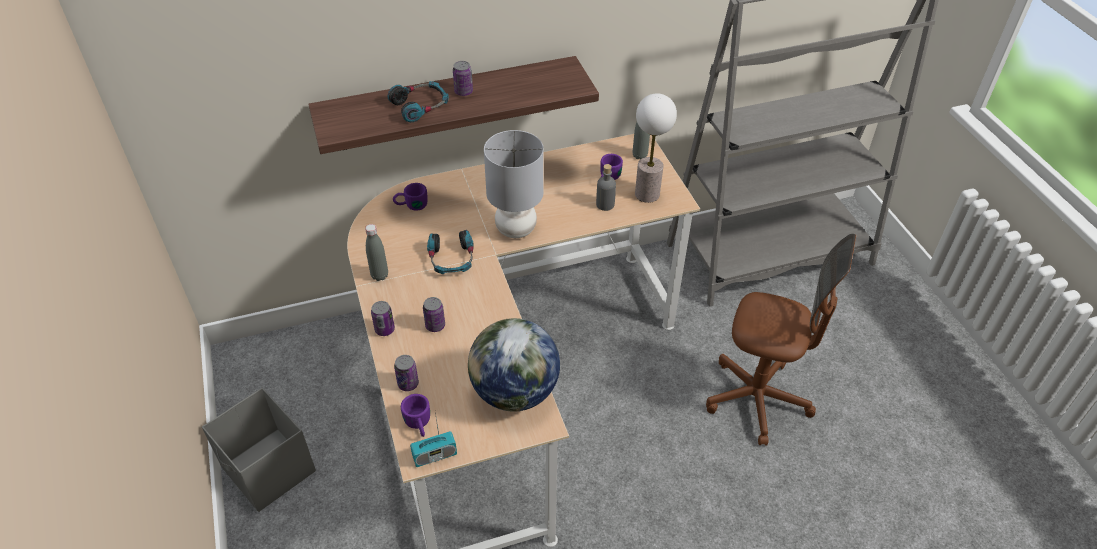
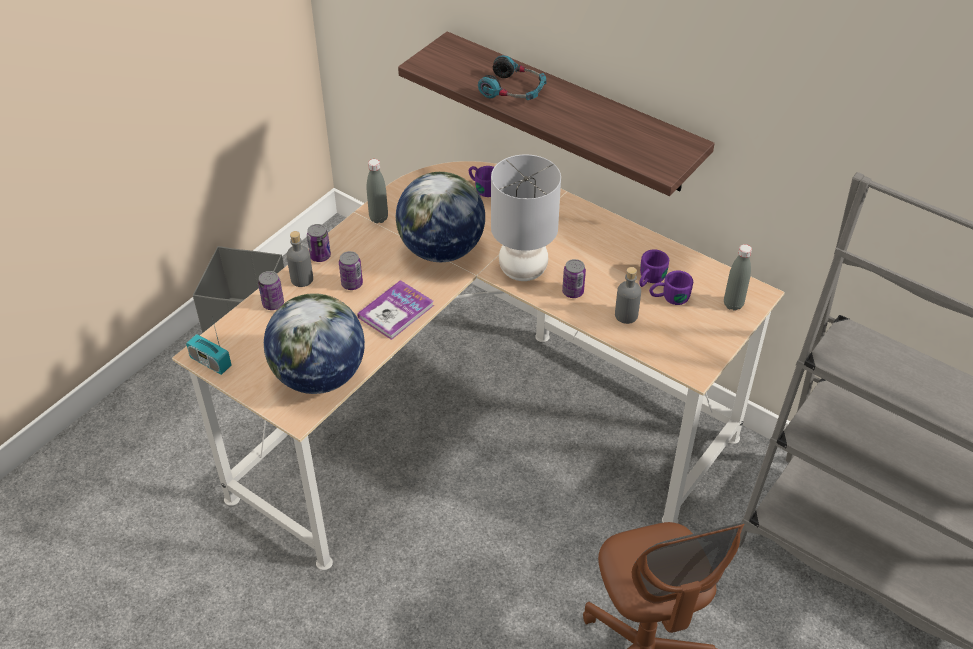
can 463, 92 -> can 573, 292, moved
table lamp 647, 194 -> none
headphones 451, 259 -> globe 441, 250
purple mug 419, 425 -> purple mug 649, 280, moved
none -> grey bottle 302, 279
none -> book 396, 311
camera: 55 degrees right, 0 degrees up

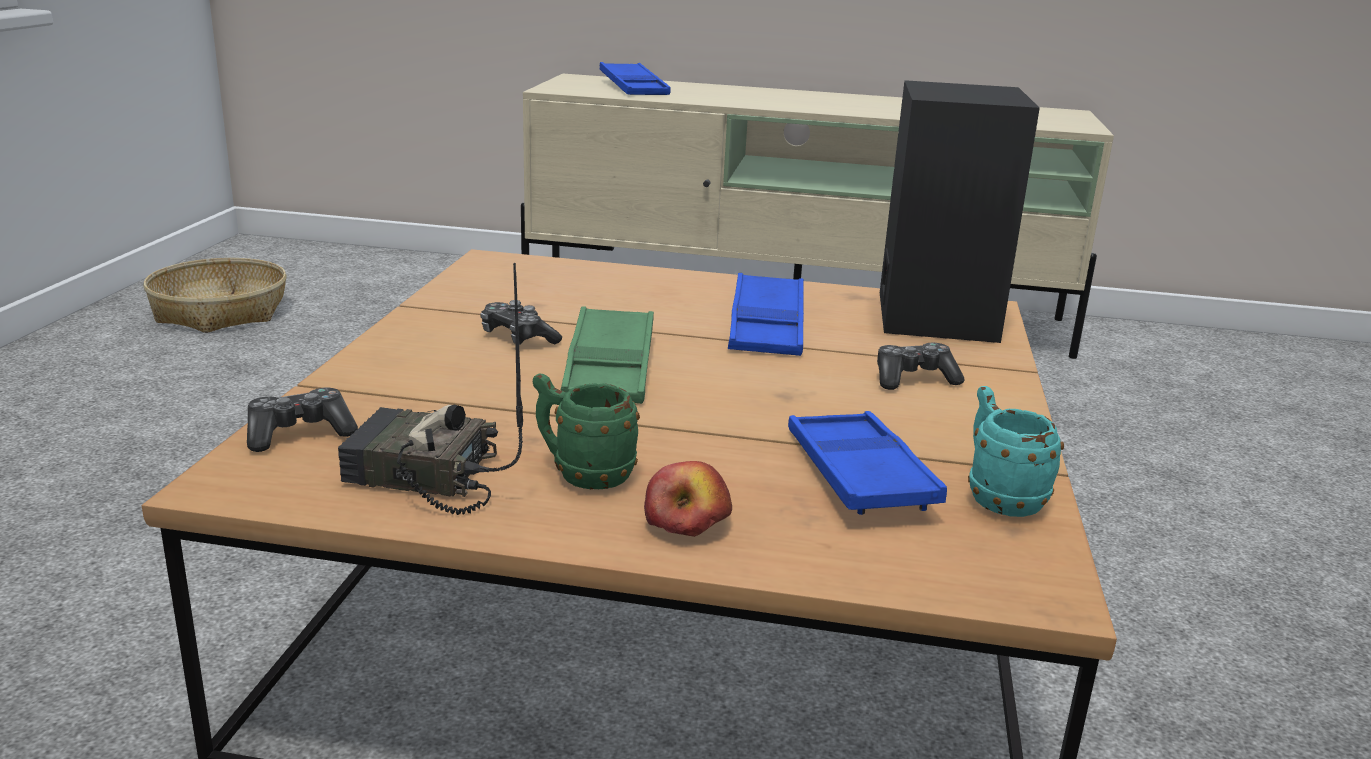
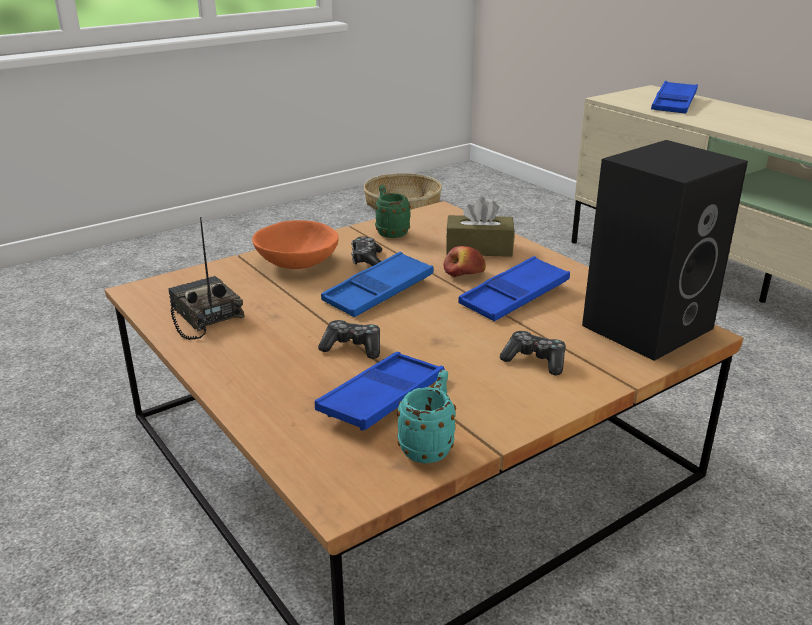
green tray 609, 368 -> blue tray 378, 292
green mug 583, 474 -> green mug 390, 232, moved
game controller 299, 433 -> game controller 353, 347, moved
apple 688, 522 -> apple 464, 274, moved
none -> brown tissue box 479, 248
none -> orange bowl 296, 261
camera: 45 degrees right, 5 degrees up

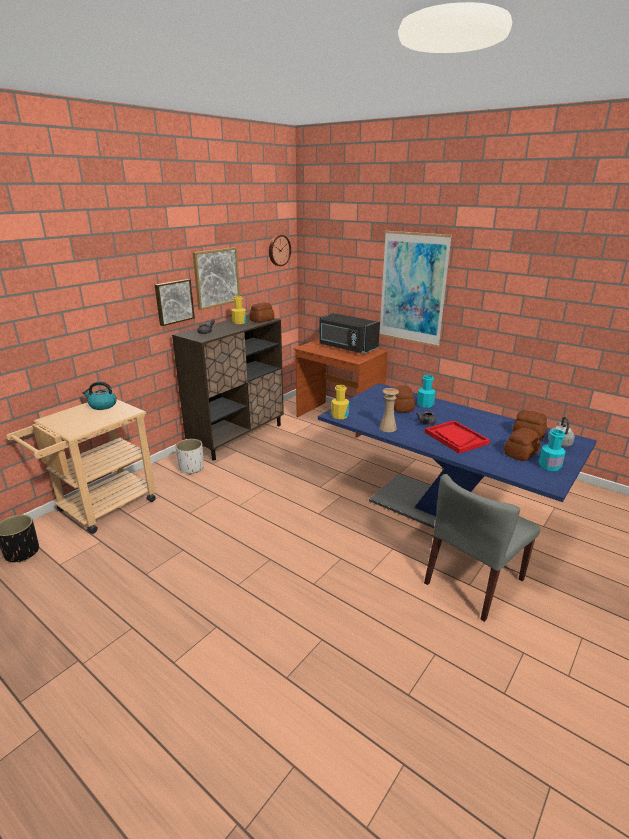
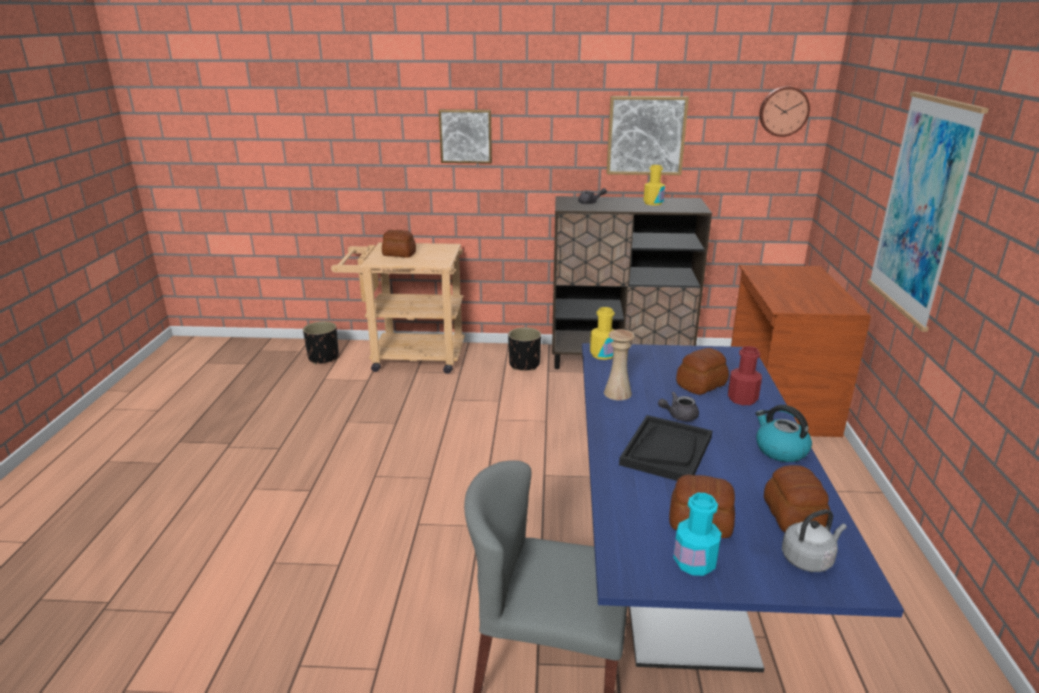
picture 173, 301 -> picture 466, 136, moved
bread 262, 320 -> bread 399, 254, moved
black microwave 346, 347 -> none
turquoise bottle 425, 404 -> red bottle 742, 399
kettle 102, 405 -> kettle 780, 450, moved
red tray 455, 438 -> black tray 666, 450
white planter 191, 468 -> black planter 524, 365
camera: 55 degrees right, 0 degrees up

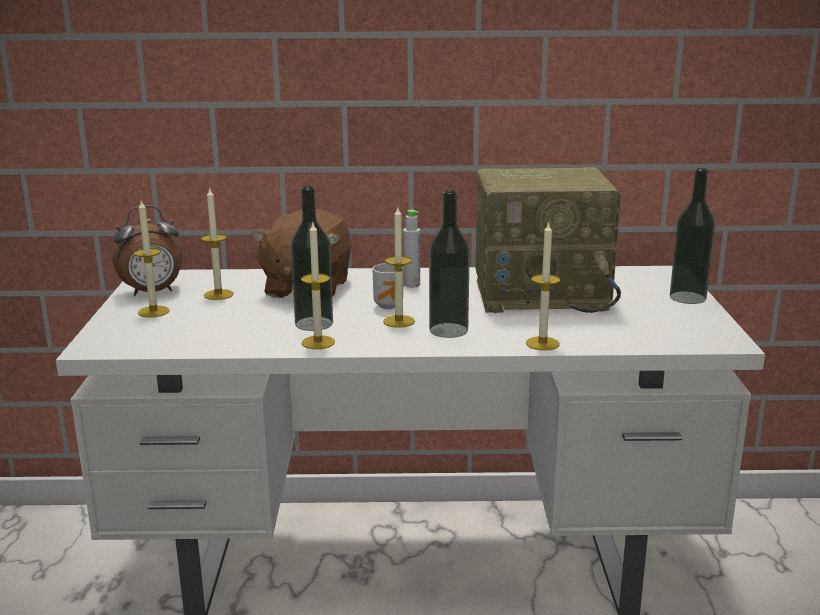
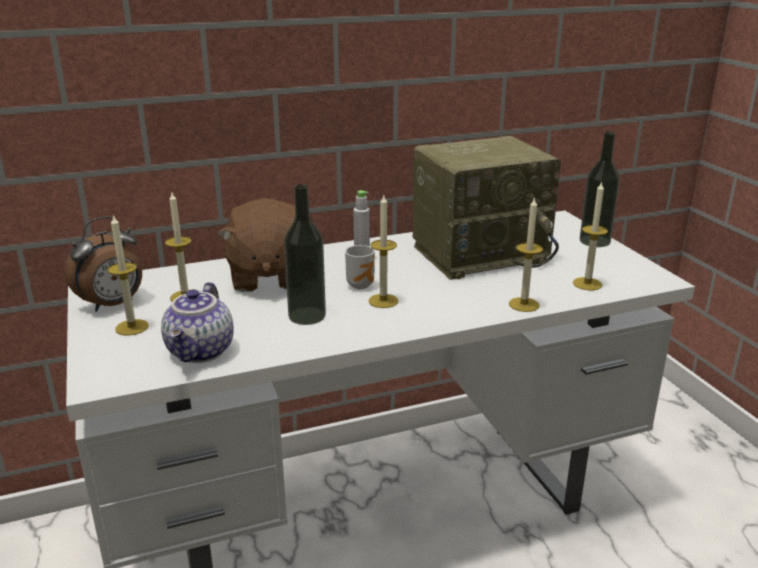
bottle 448, 330 -> none
candle 318, 342 -> candle 587, 284, moved
none -> teapot 202, 352
camera: 20 degrees left, 5 degrees up

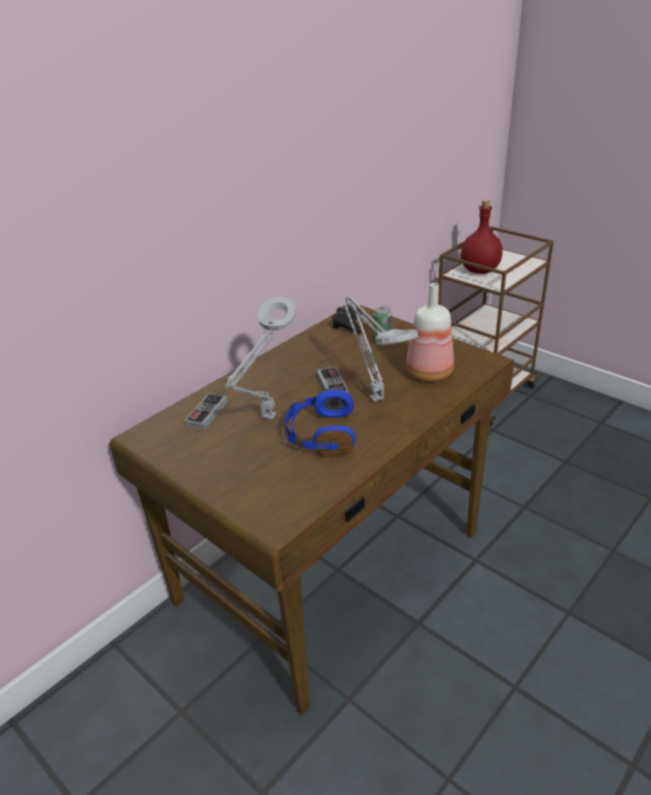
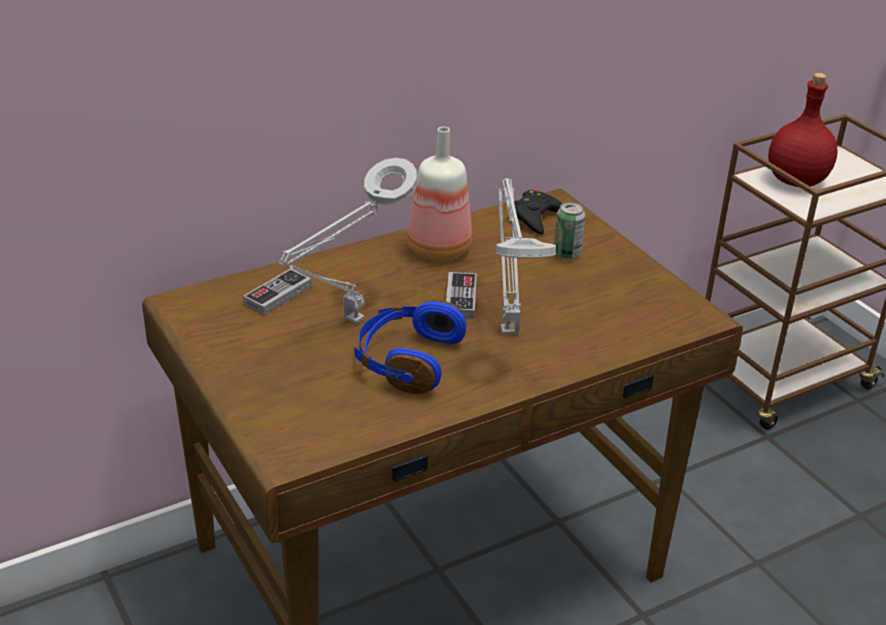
bottle 428, 374 -> bottle 437, 250, moved
camera: 15 degrees right, 0 degrees up

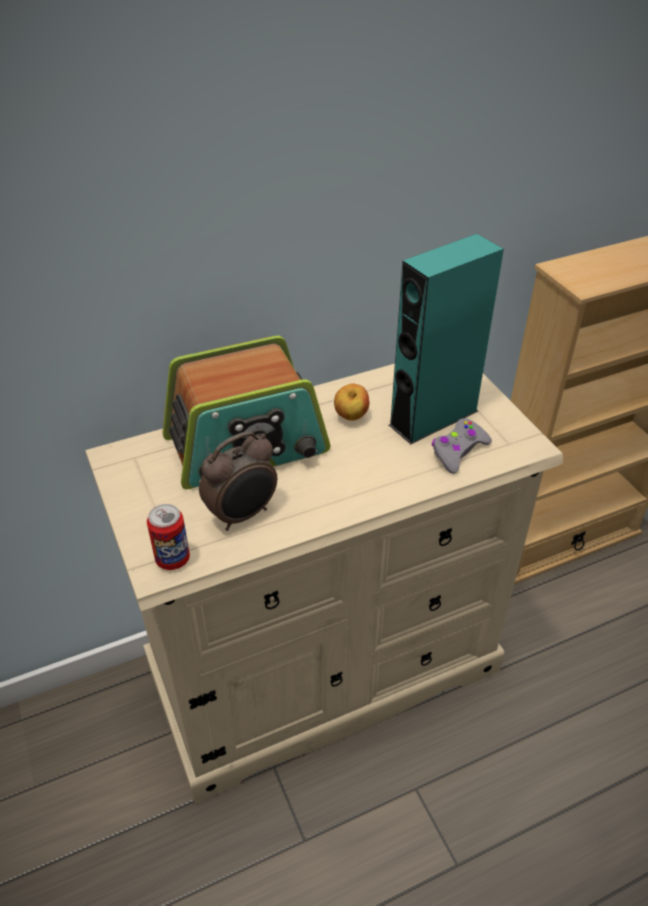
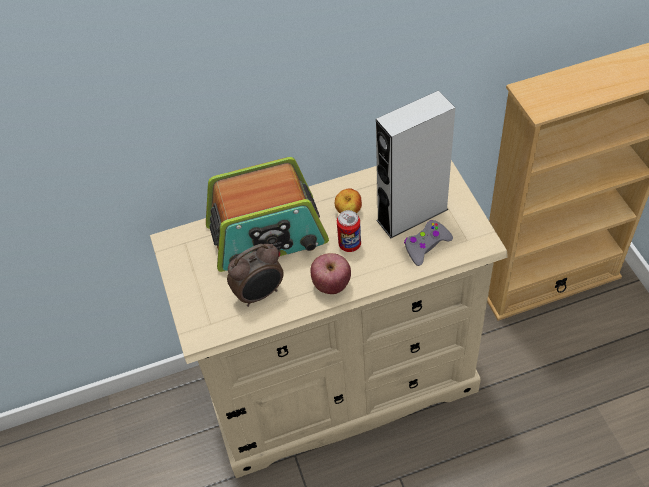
turquoise speaker 433, 418 -> grey speaker 412, 215
can 172, 559 -> can 349, 244, moved
none -> apple 331, 284
camera: 10 degrees right, 10 degrees up

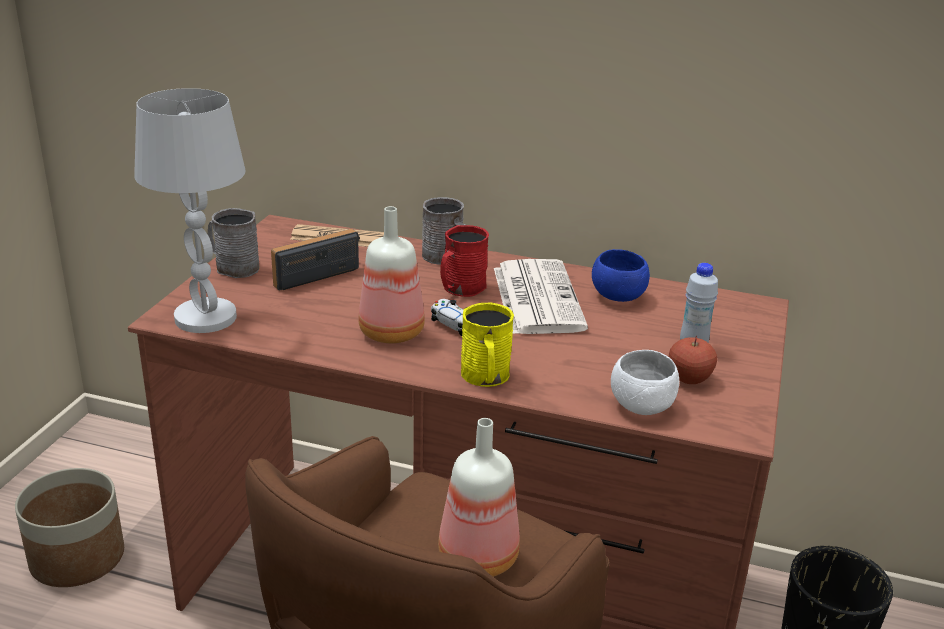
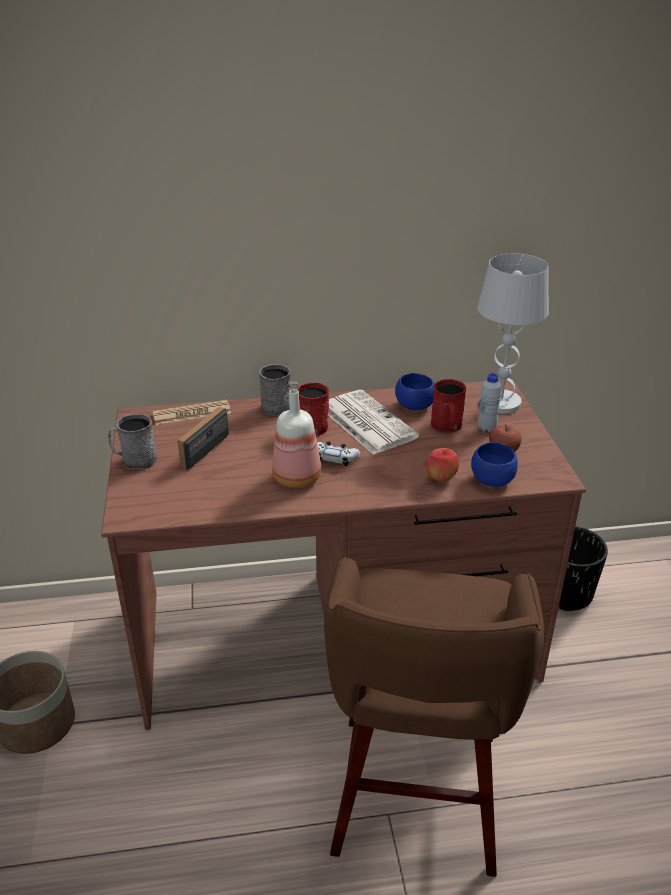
white table lamp 206, 318 -> white table lamp 501, 403, moved
yellow mug 486, 377 -> none
white bowl 641, 406 -> blue bowl 492, 480
bottle 475, 557 -> none
none -> red mug 447, 426
none -> apple 441, 479
camera: 25 degrees left, 5 degrees up

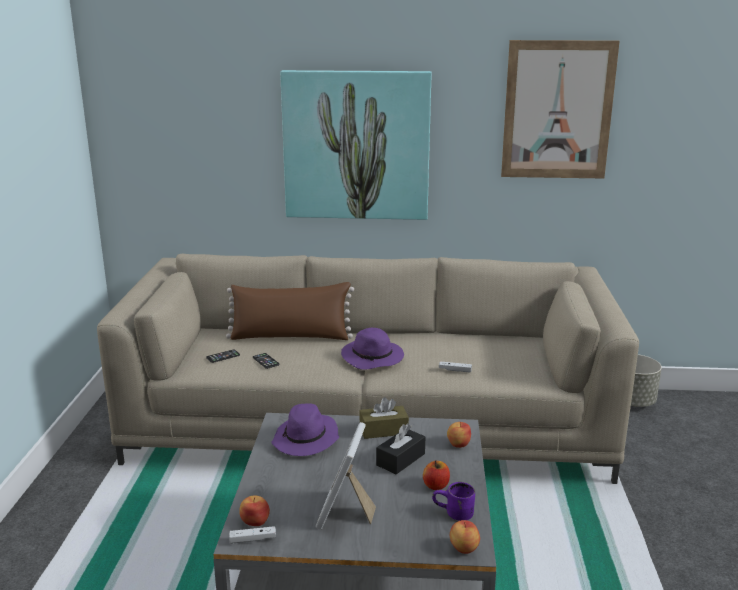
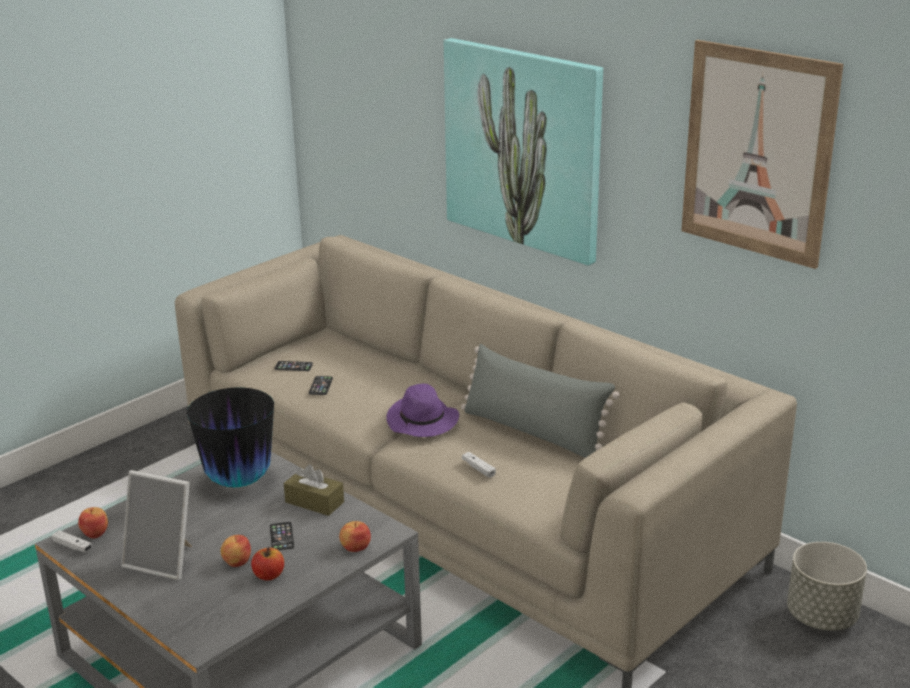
brown pillow 290, 337 -> none
purple hat 306, 440 -> vase 238, 481
picture frame 345, 513 -> picture frame 164, 561, 120 degrees counterclockwise
black tissue box 400, 459 -> phone 281, 537
purple mug 453, 514 -> none
apple 463, 548 -> apple 237, 562, moved
none -> grey pillow 533, 432
camera: 40 degrees right, 5 degrees up

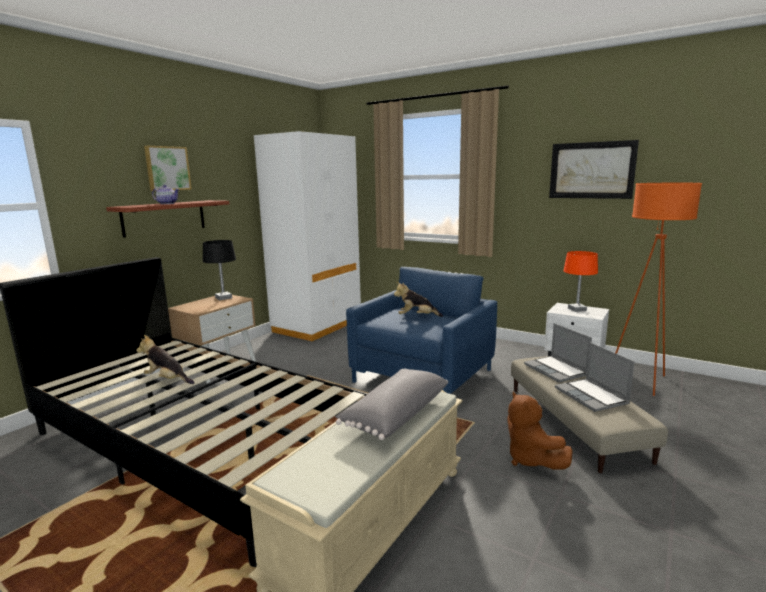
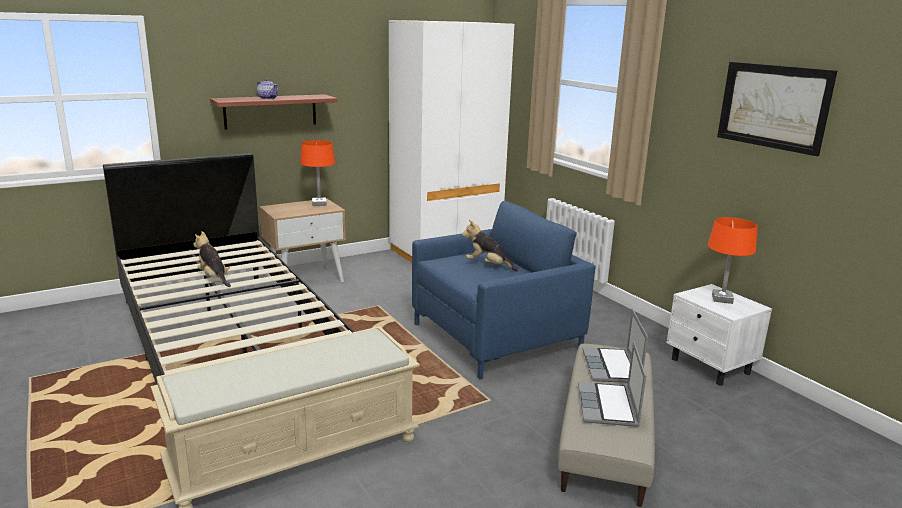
picture 167, 168 -> none
orange floor lamp 641, 381 -> none
black table lamp 223, 298 -> orange table lamp 319, 204
grey pillow 395, 414 -> none
brown plush toy 531, 459 -> none
camera: 25 degrees right, 5 degrees up

